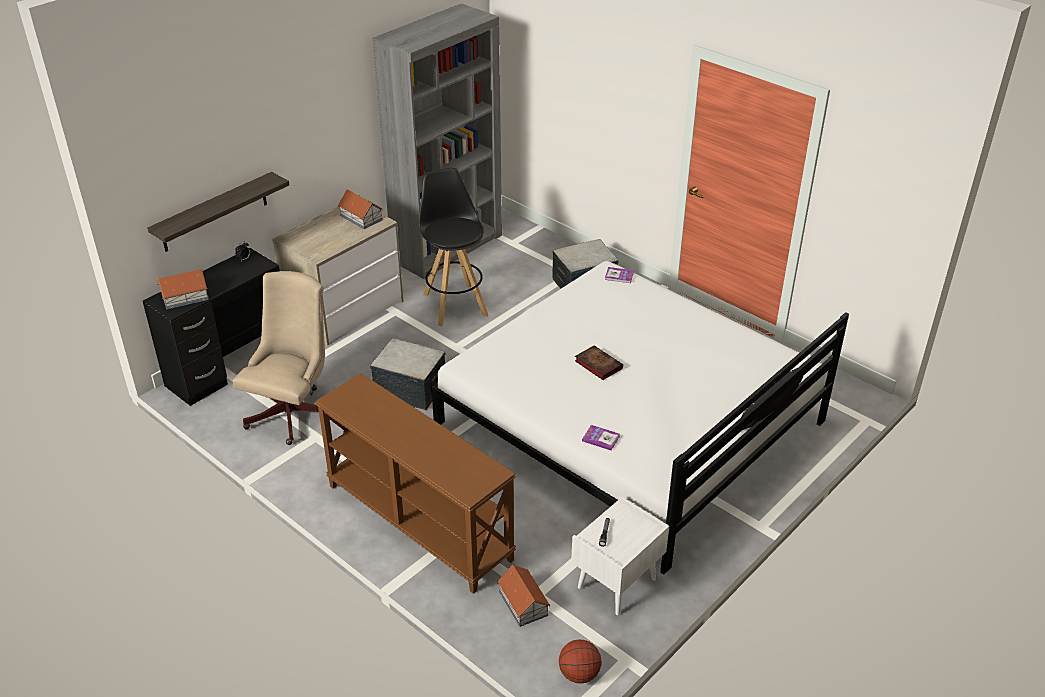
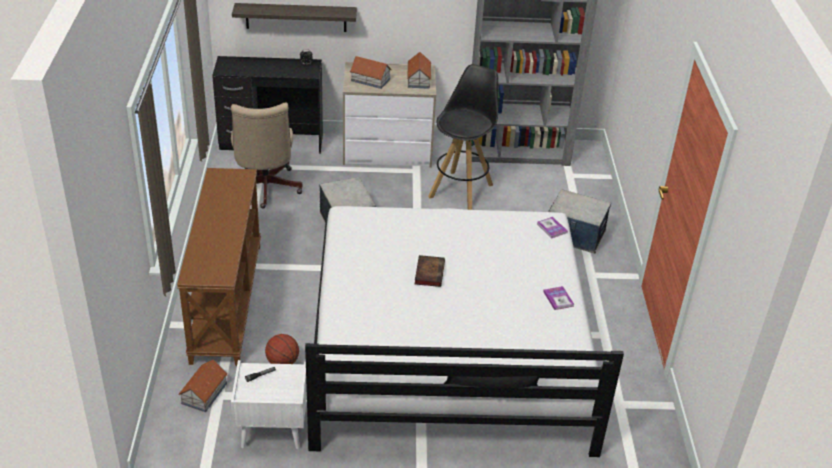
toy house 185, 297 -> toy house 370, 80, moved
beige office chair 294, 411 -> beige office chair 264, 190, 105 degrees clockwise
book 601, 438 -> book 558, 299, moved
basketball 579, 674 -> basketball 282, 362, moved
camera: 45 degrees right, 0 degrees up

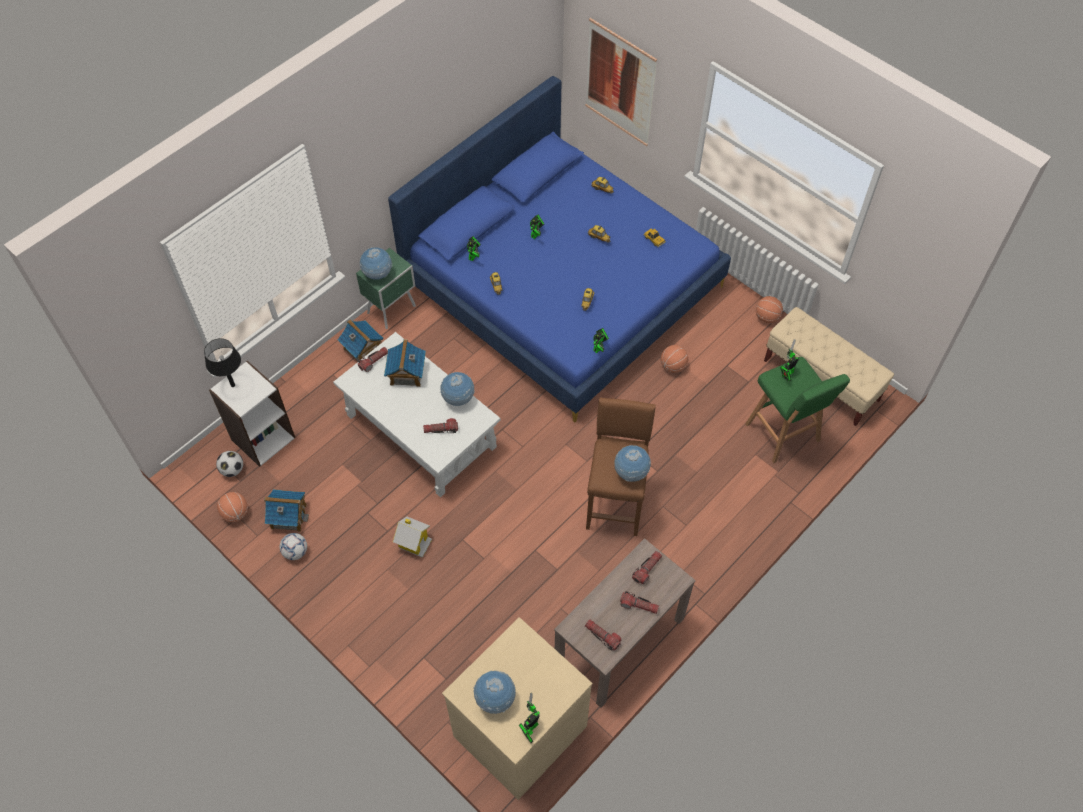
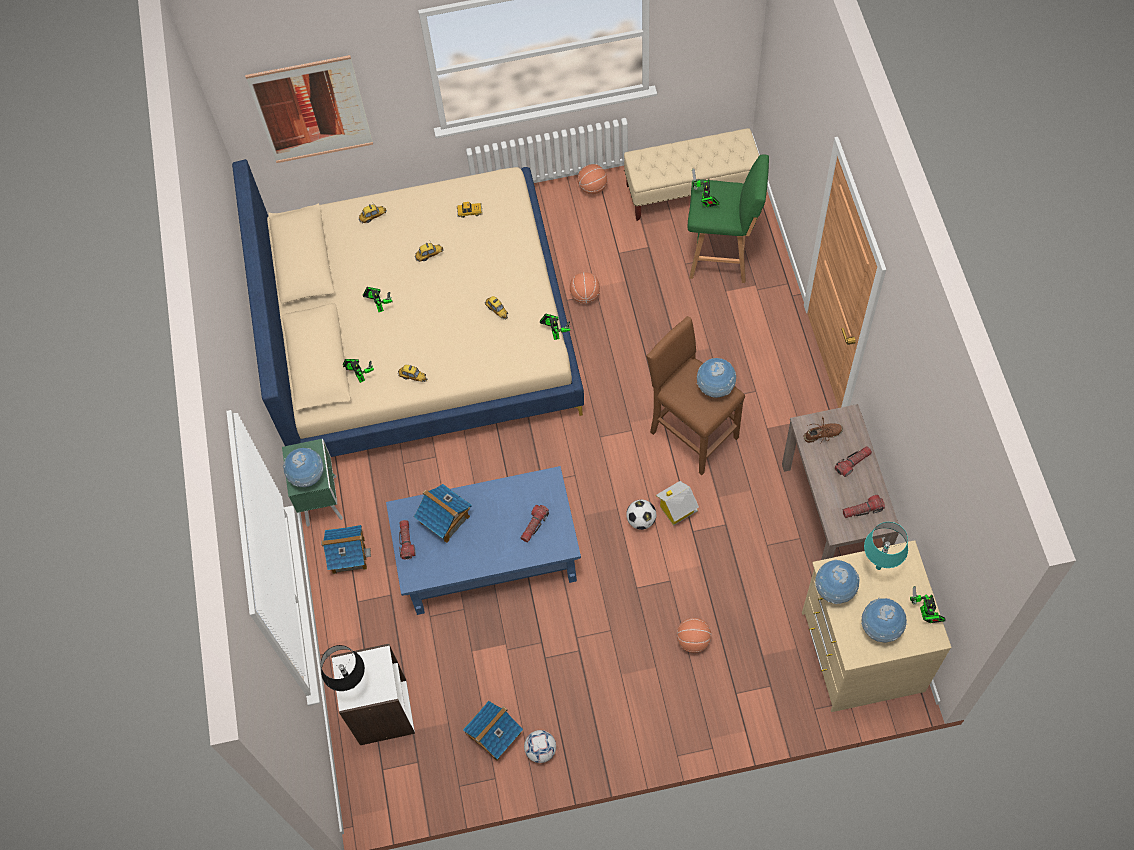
blue bed 562, 285 -> beige bed 420, 330
white coffee table 422, 430 -> blue coffee table 489, 555
globe 458, 399 -> globe 834, 590, moved
football 232, 470 -> football 641, 520, moved
basketball 235, 513 -> basketball 693, 640, moved
toy house 414, 542 -> toy house 677, 509, moved
flashlight 647, 569 -> brown shoe 822, 435
none -> turquoise table lamp 878, 567
camera: 50 degrees left, 5 degrees up

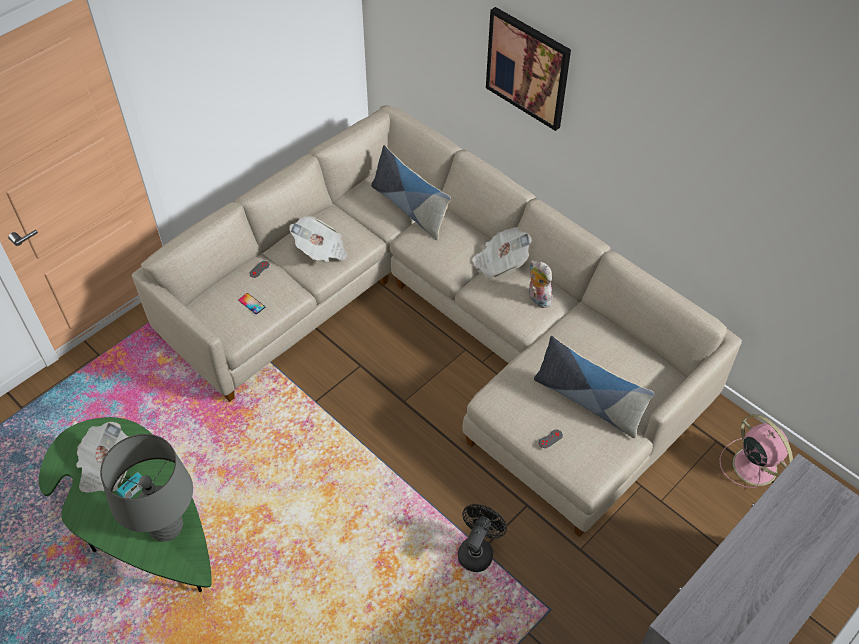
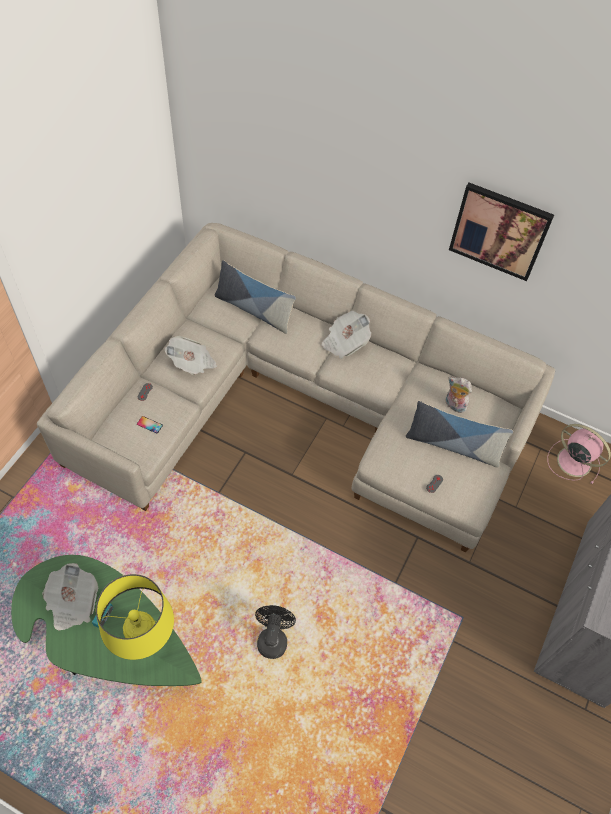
picture 528, 68 -> picture 499, 231, moved
plush toy 537, 299 -> plush toy 454, 405, moved
grey table lamp 166, 527 -> yellow table lamp 145, 641
black fan 477, 550 -> black fan 273, 638, moved
camera: 20 degrees left, 5 degrees up

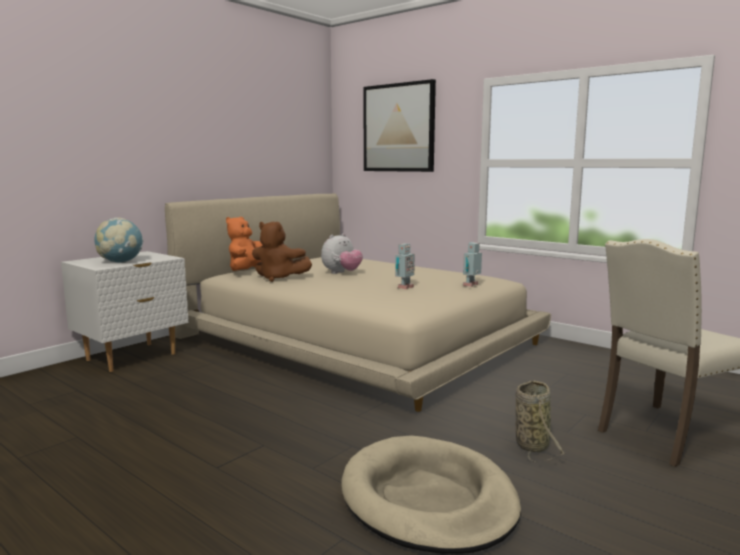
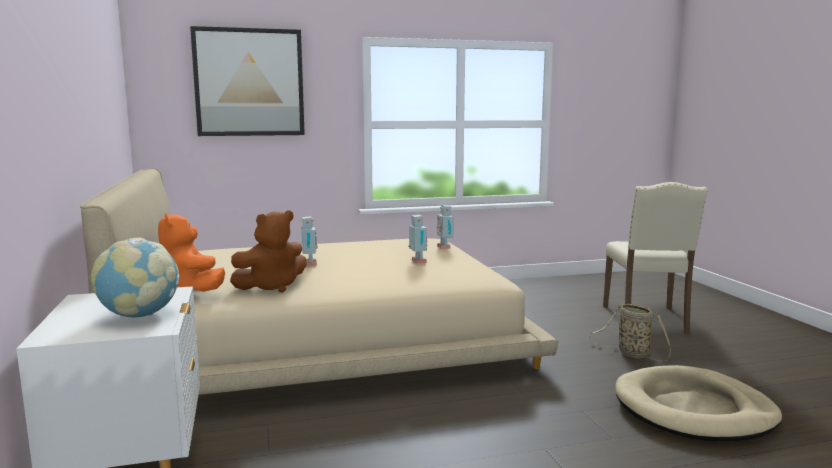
plush toy 341, 273 -> toy robot 309, 265
camera: 55 degrees left, 0 degrees up

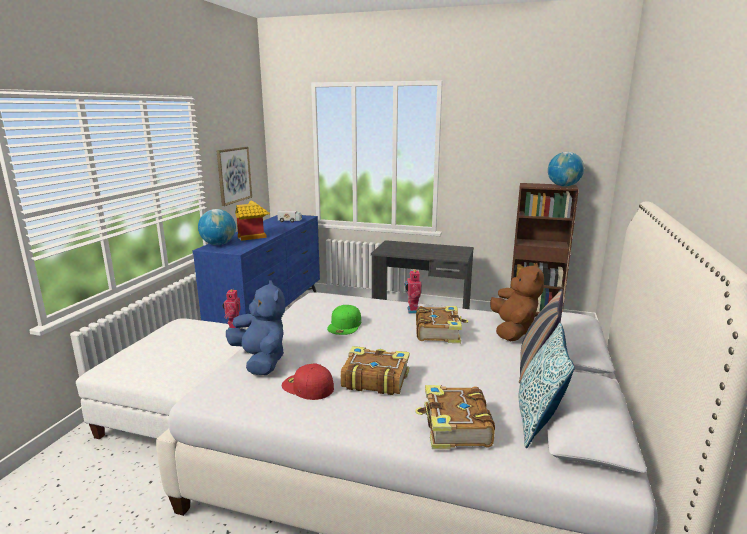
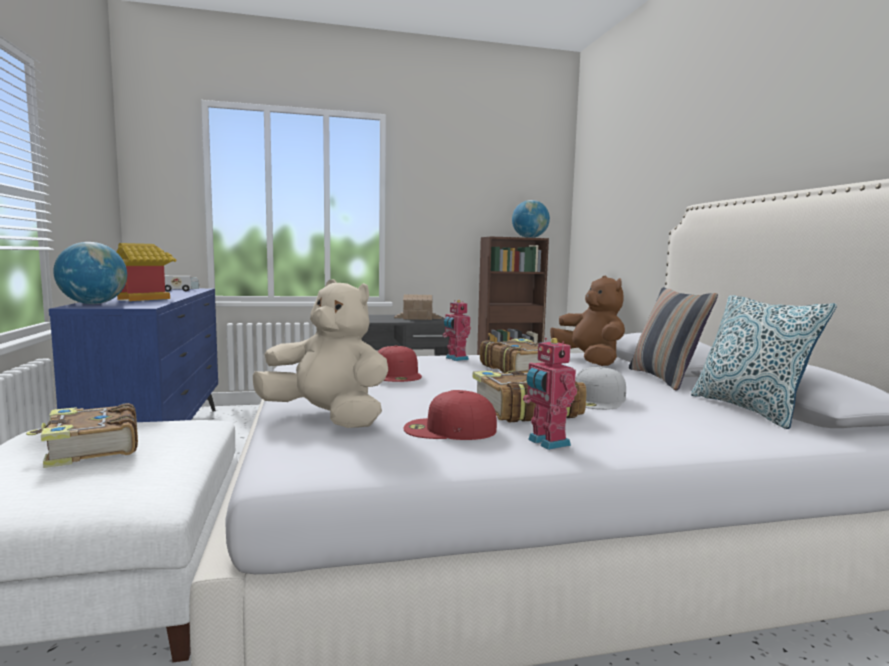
picture 234, 175 -> none
blue plush toy 261, 361 -> beige plush toy 327, 418
toy robot 233, 328 -> toy robot 546, 443, moved
green cap 345, 325 -> red cap 397, 374
book 455, 427 -> book 90, 449, moved
none -> toy house 418, 318
none -> white cap 597, 400
camera: 30 degrees left, 10 degrees down

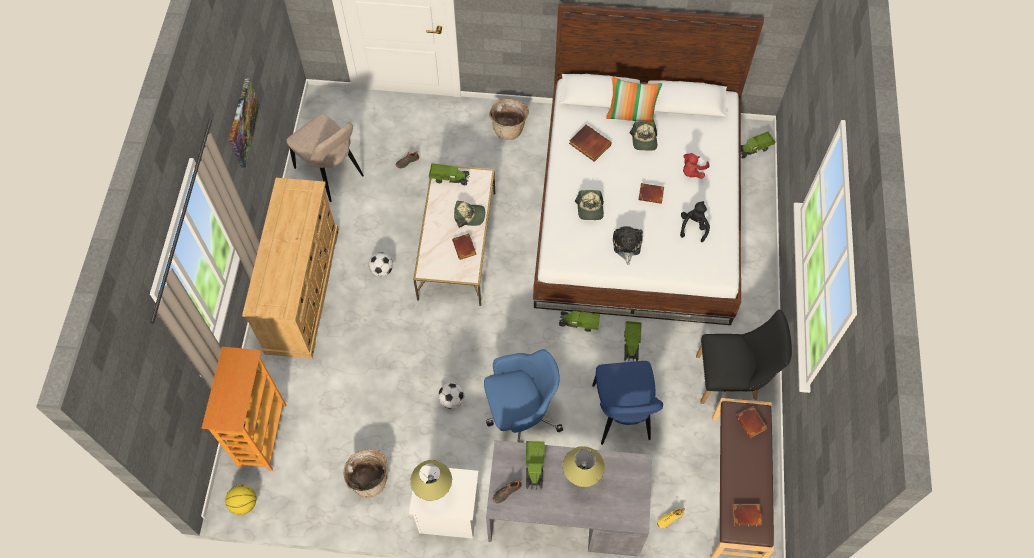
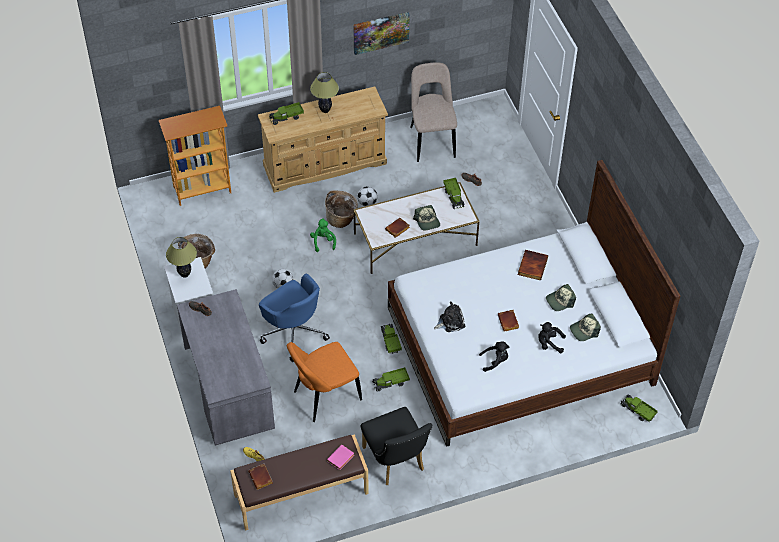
pillow 631, 115 -> none
basket 509, 128 -> basket 341, 219, moved
beige chair 331, 174 -> beige chair 432, 140, 150 degrees clockwise
red plush toy 692, 171 -> black plush toy 549, 343
cap 590, 208 -> cap 584, 330, moved
blue chair 621, 416 -> orange chair 324, 397
brown book 752, 423 -> pink book 340, 459
toy truck 535, 467 -> toy truck 286, 117, moved
table lamp 581, 479 -> table lamp 325, 110, moved
basketball 244, 503 -> none
none -> green plush toy 323, 241
camera: 65 degrees right, 10 degrees down

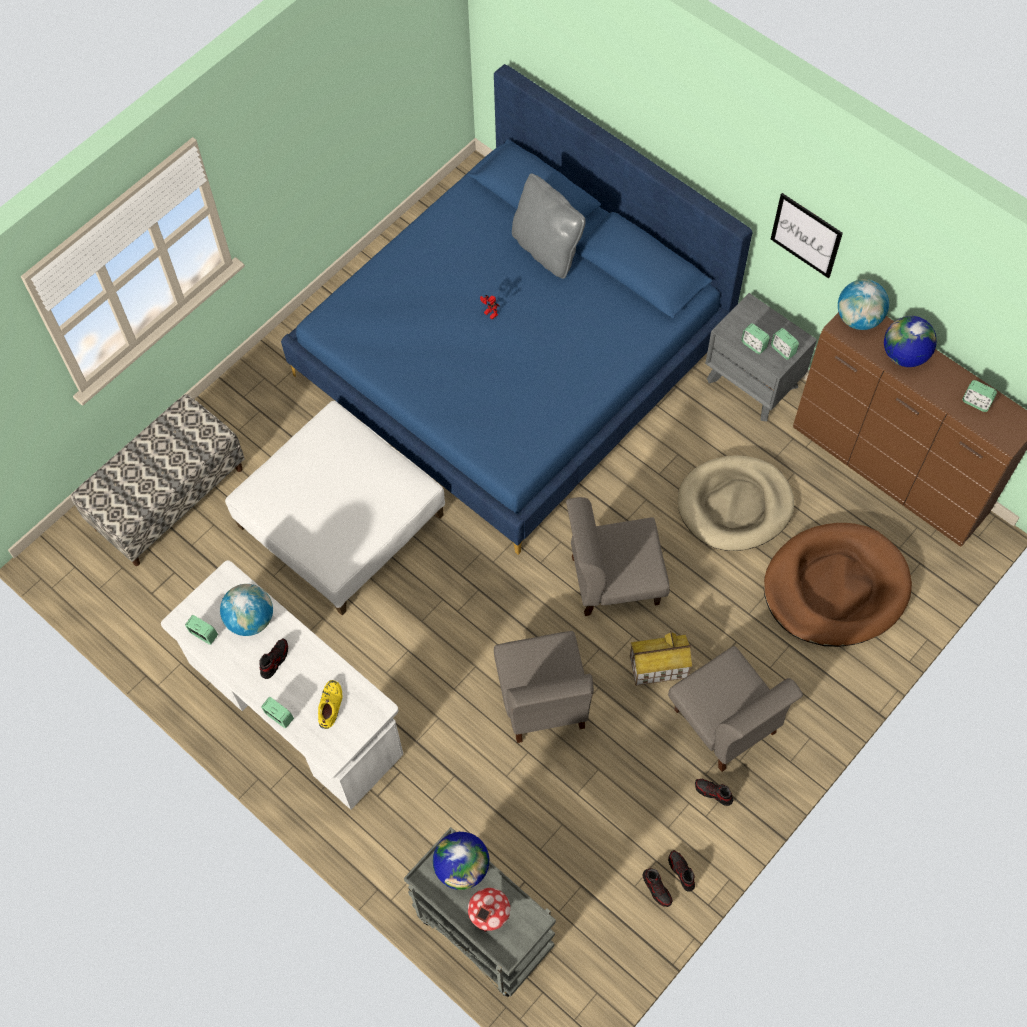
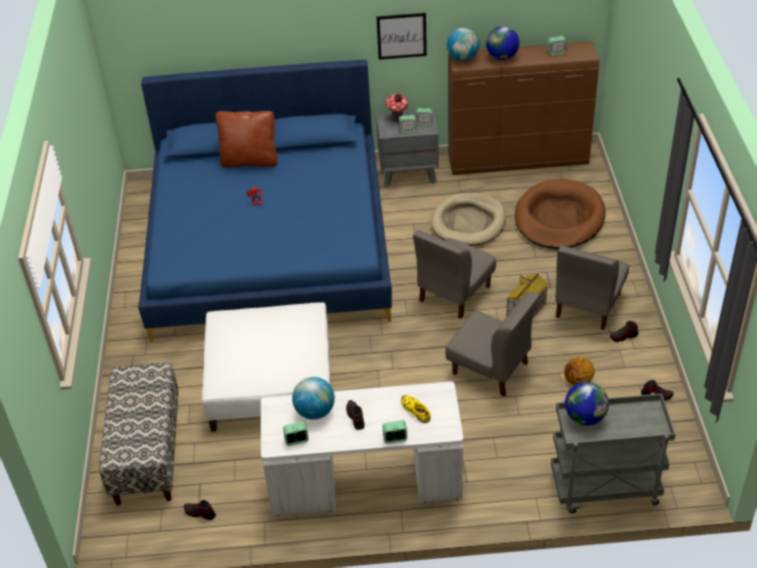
grey pillow 547, 249 -> brown pillow 250, 161
grey chair 725, 722 -> grey chair 587, 305, 105 degrees clockwise
shoe 681, 872 -> shoe 200, 513, moved
toy house 489, 916 -> toy house 397, 118, moved
none -> basketball 578, 381
camera: 45 degrees left, 20 degrees down

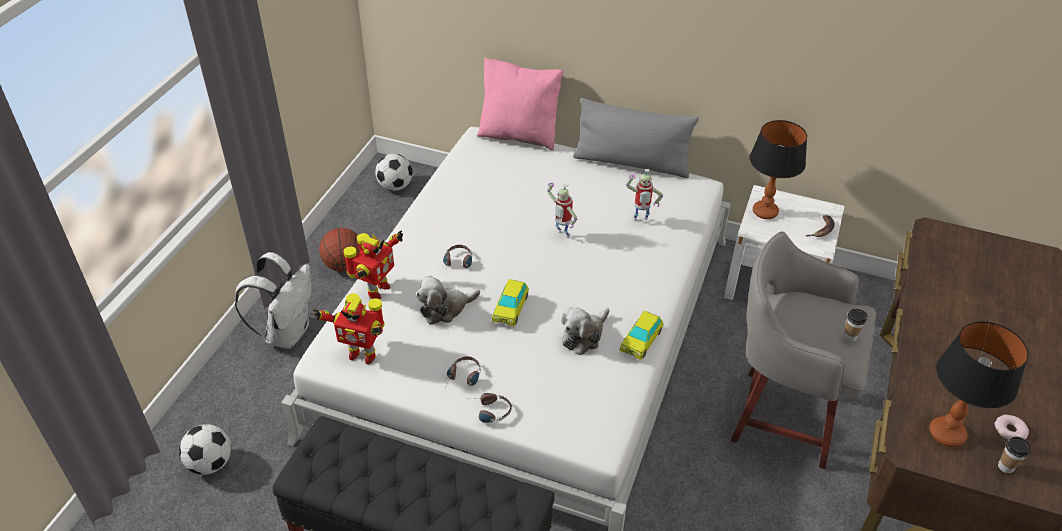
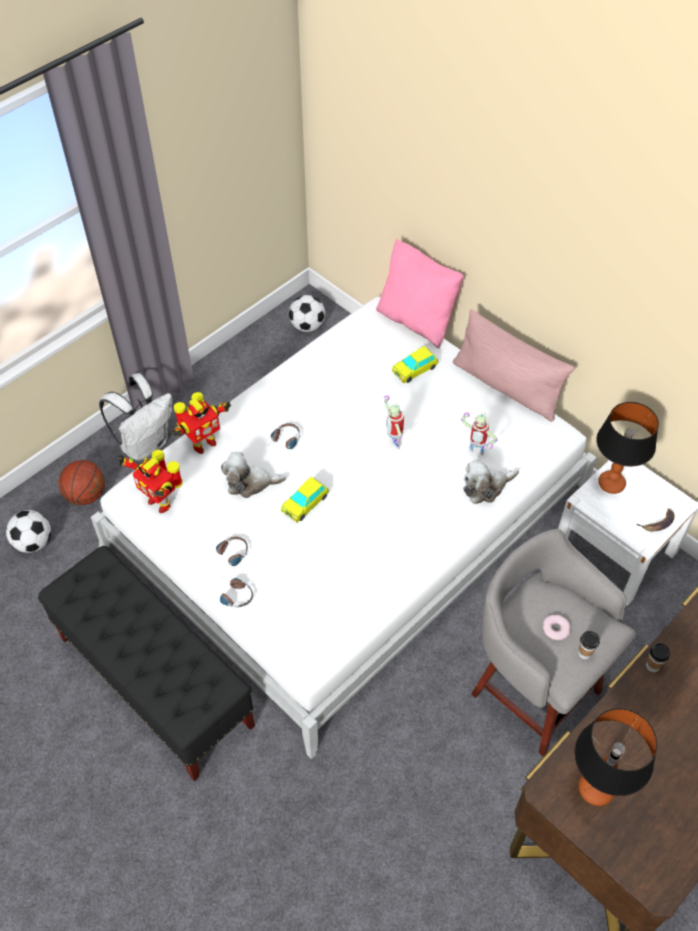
grey pillow 631, 163 -> pink pillow 506, 386
basketball 344, 265 -> basketball 86, 495, moved
plush toy 584, 335 -> plush toy 486, 487, moved
toy car 641, 341 -> toy car 414, 370, moved
donut 1010, 430 -> donut 555, 629, moved
cup 1005, 467 -> cup 652, 666, moved
camera: 25 degrees right, 10 degrees up

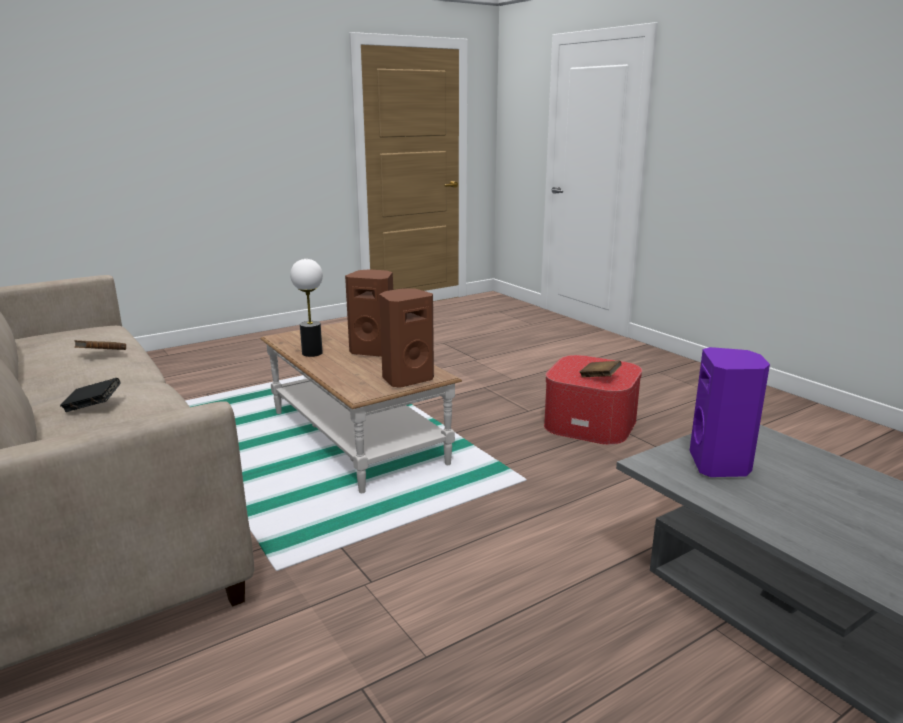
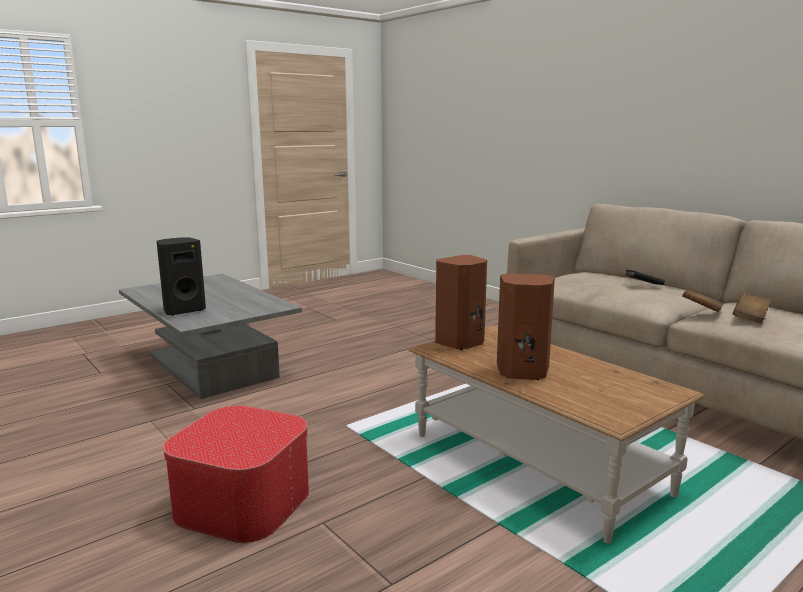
table lamp 312, 353 -> none
purple speaker 720, 465 -> none
brown book 599, 378 -> brown book 701, 310, moved
none -> black speaker 183, 310
camera: 175 degrees right, 5 degrees down

